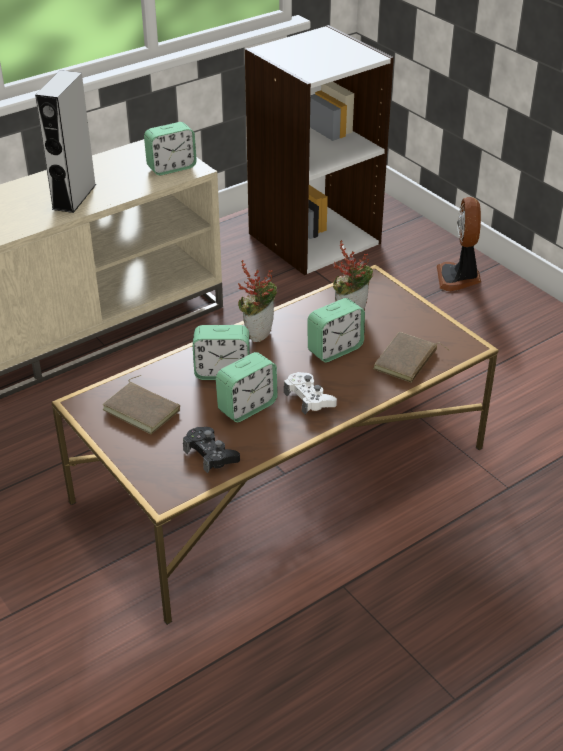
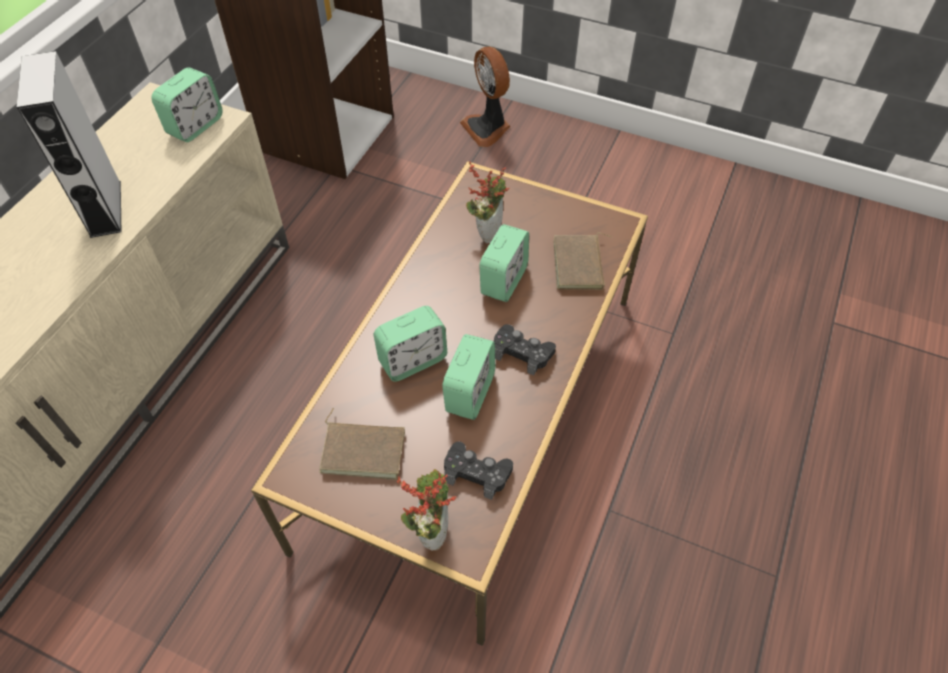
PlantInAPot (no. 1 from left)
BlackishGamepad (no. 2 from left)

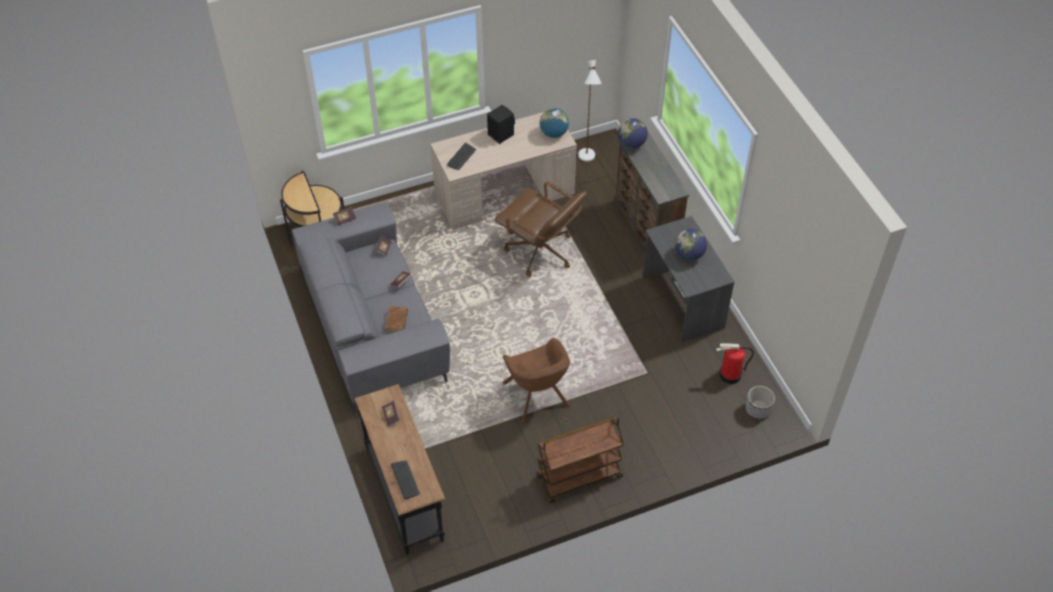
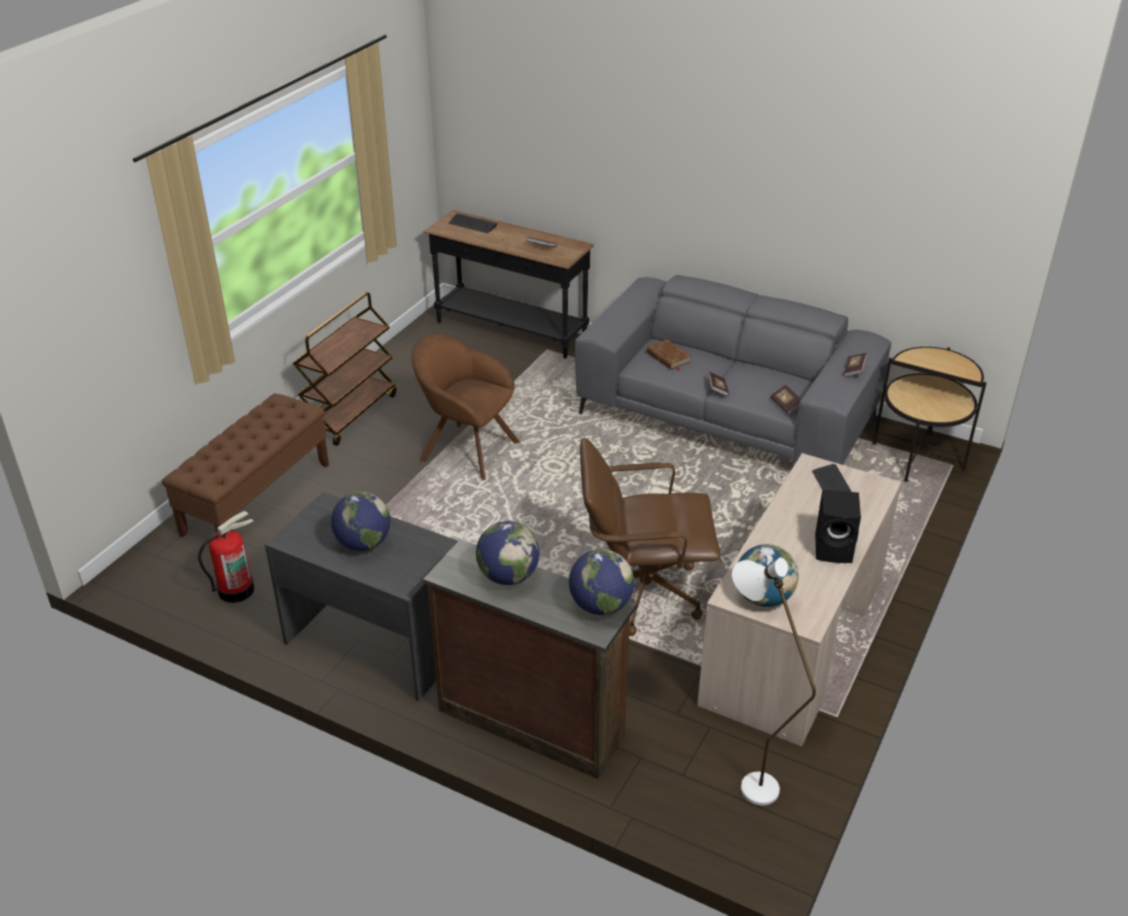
PlantPot
BrownishIndoorBench
DeskGlobe (no. 2 from left)

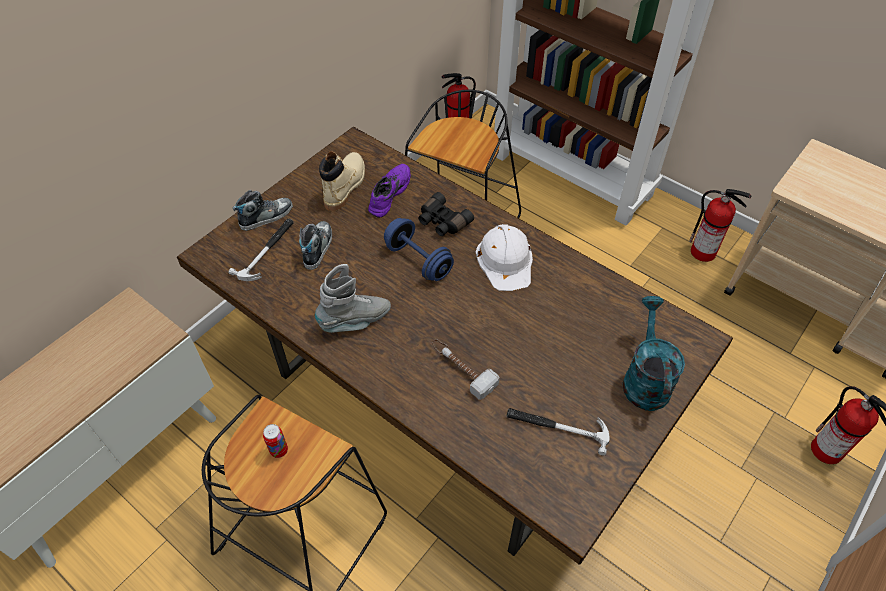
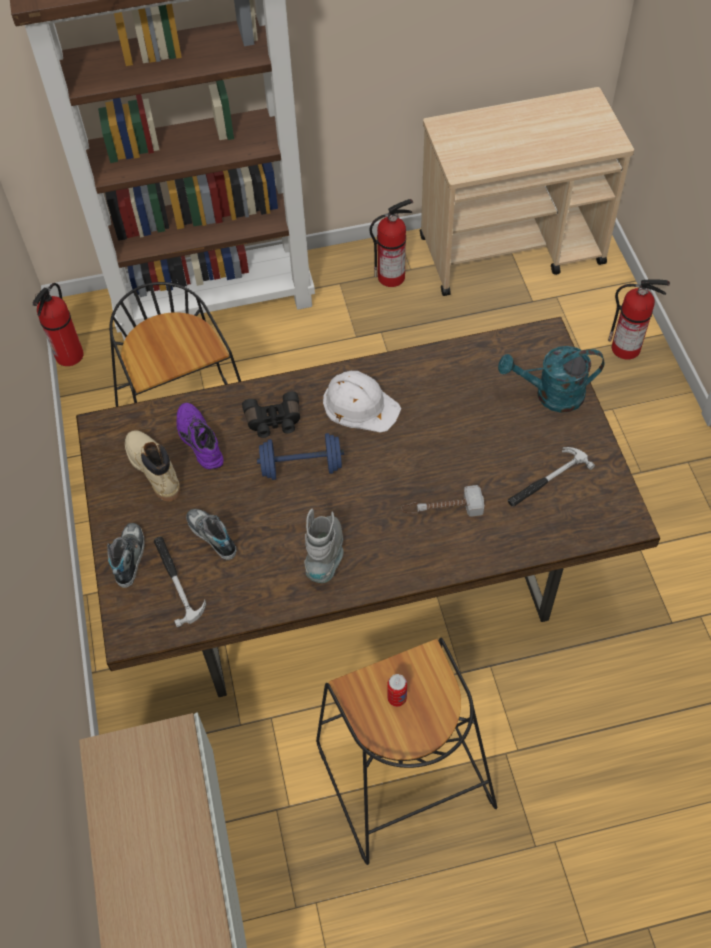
TurquoiseColouredWateringPot

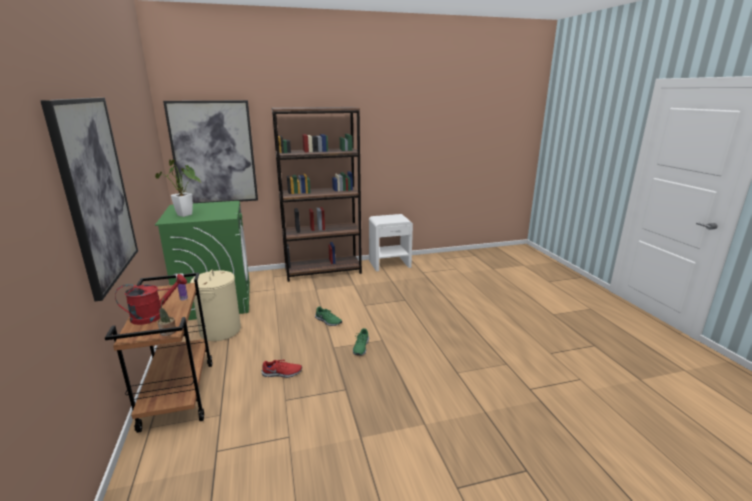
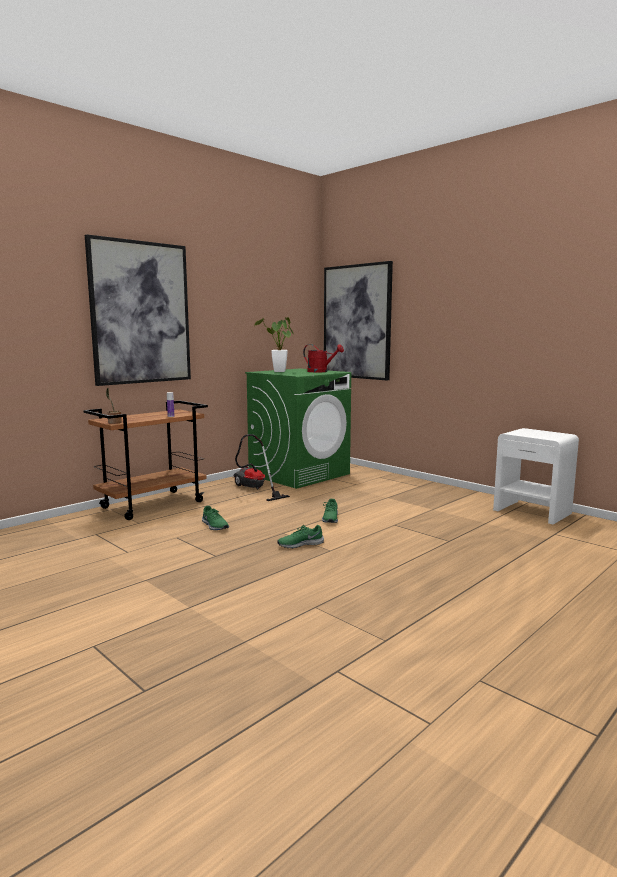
BrownishBookshelf
Hoover
RedWateringPot
GreenItemOfFootwear (no. 1 from left)

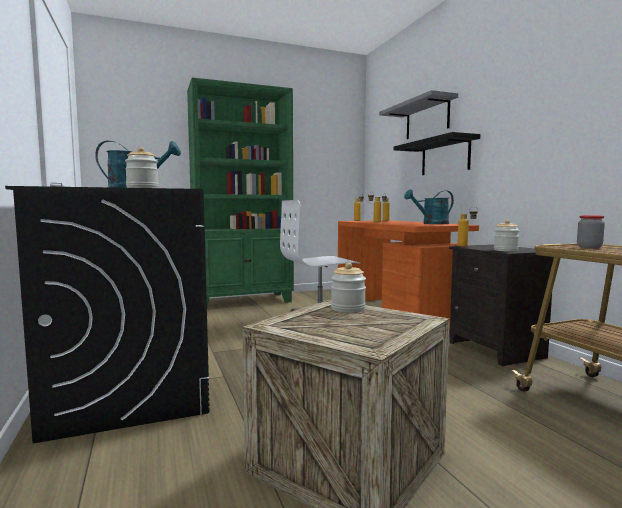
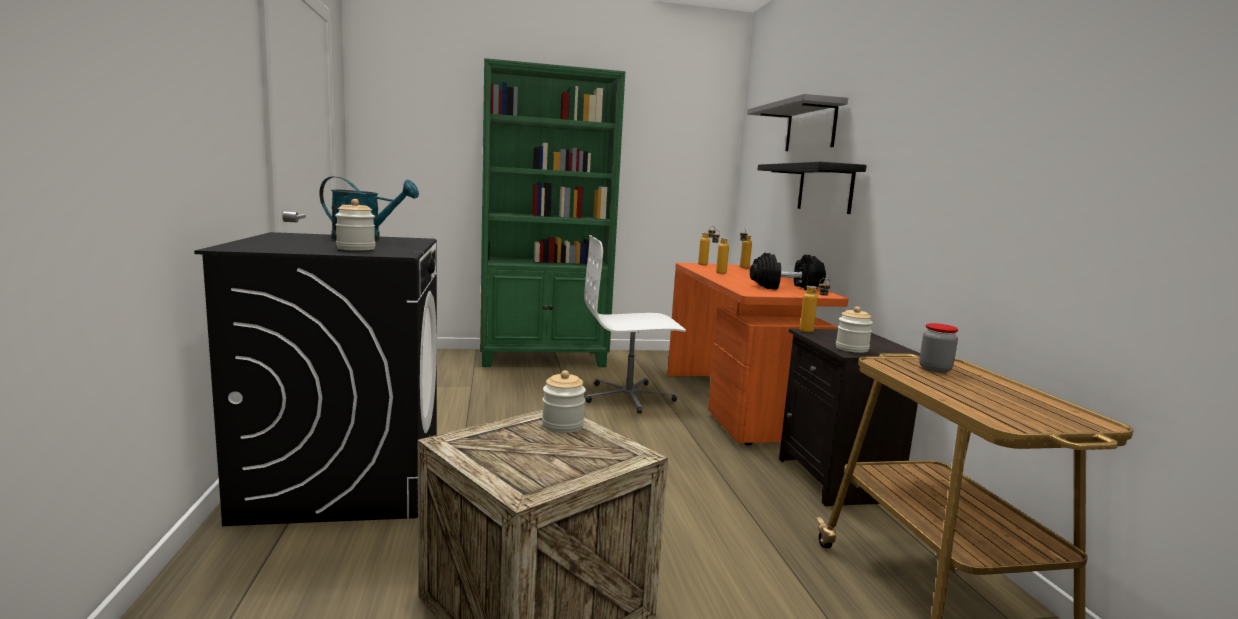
BlackishHandWeight

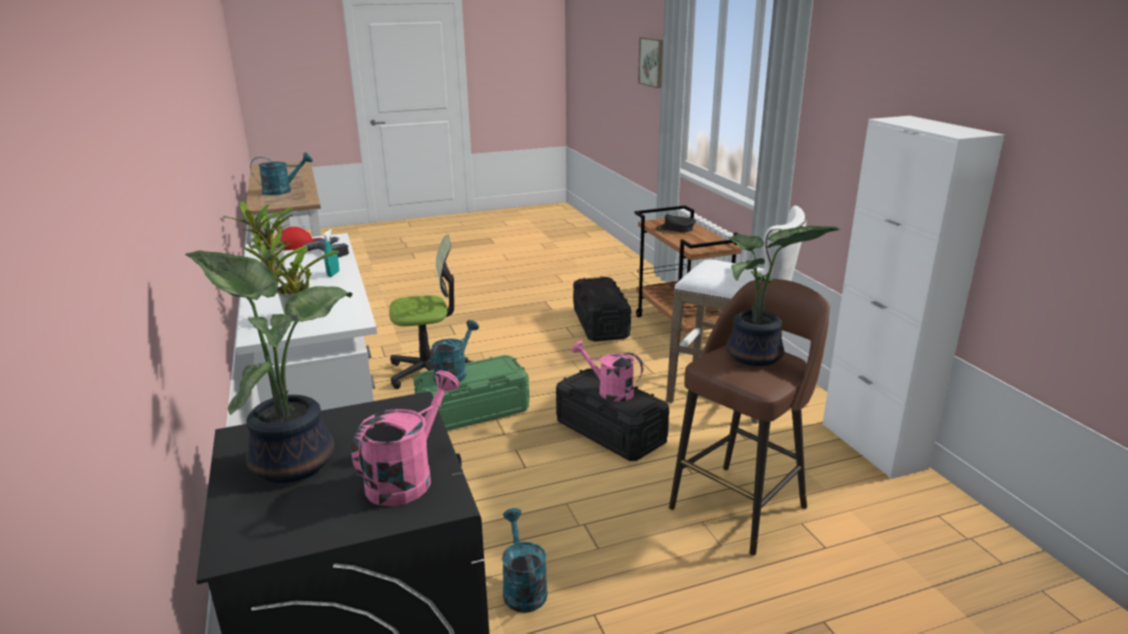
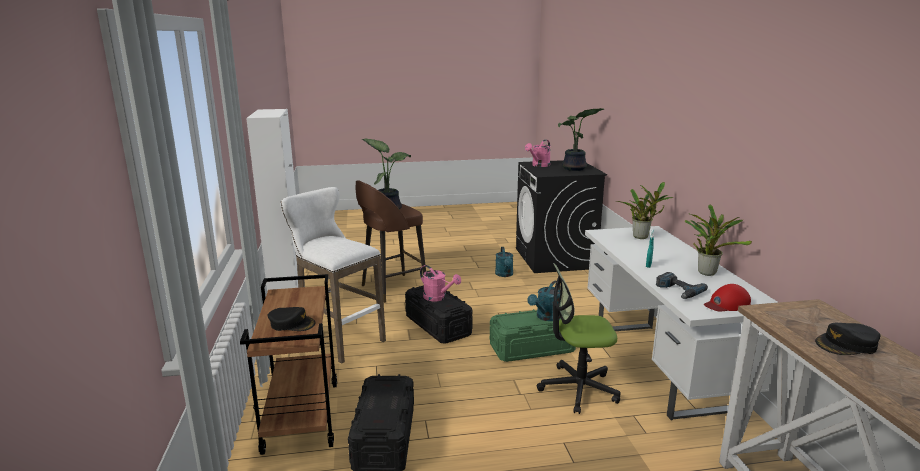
WallArt
BlackishCap (no. 2 from left)

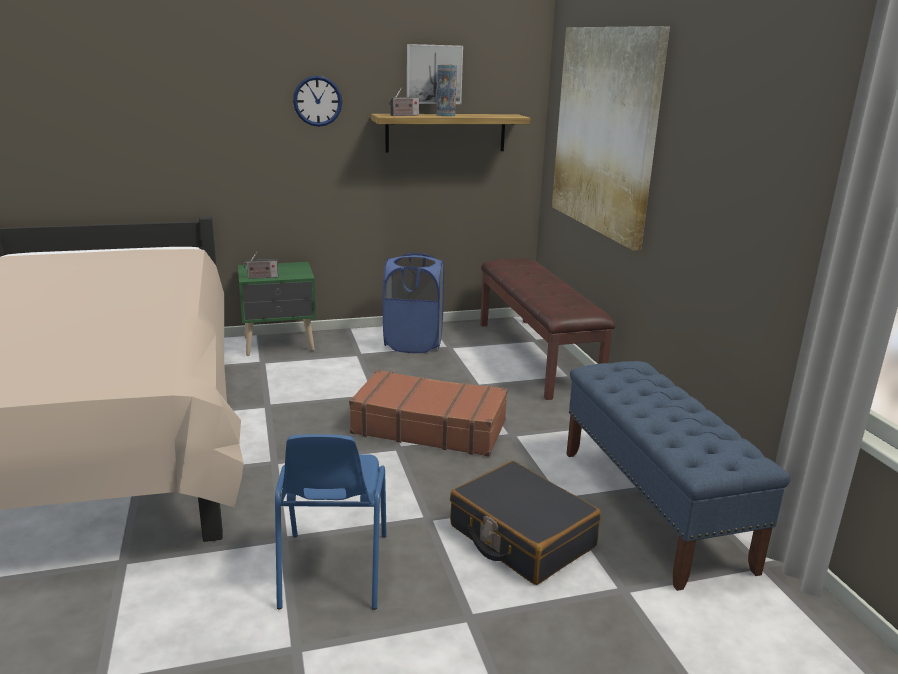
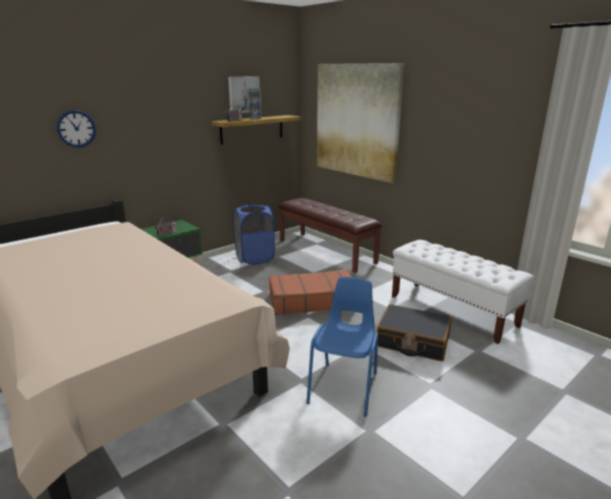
HangingClock
WhiteIndoorBench
BluishChair

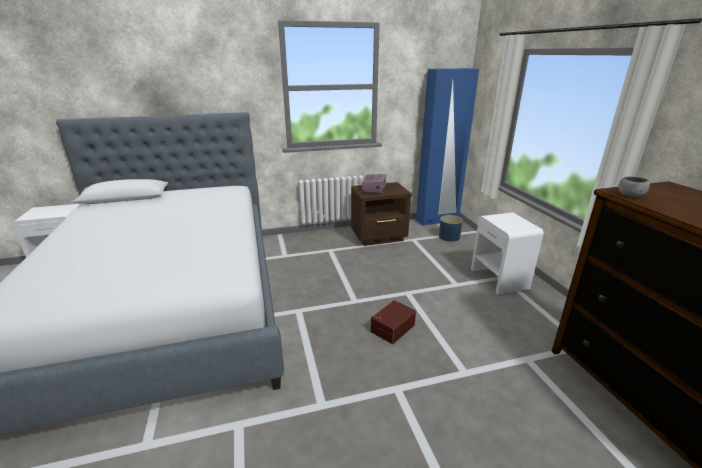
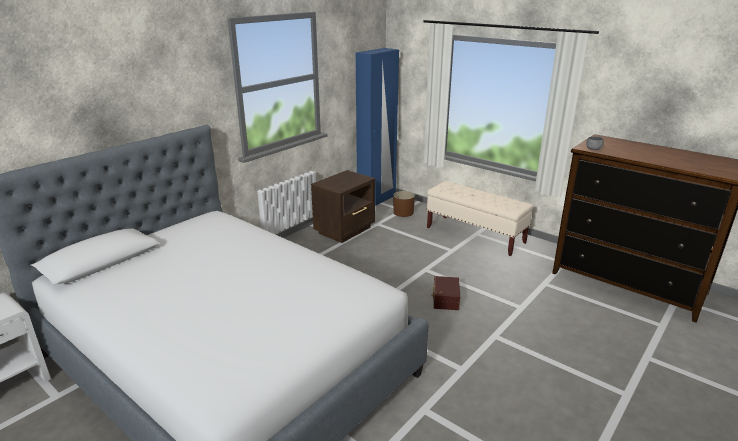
Radio
BeigeColouredIndoorBench
BrownishPlantPot

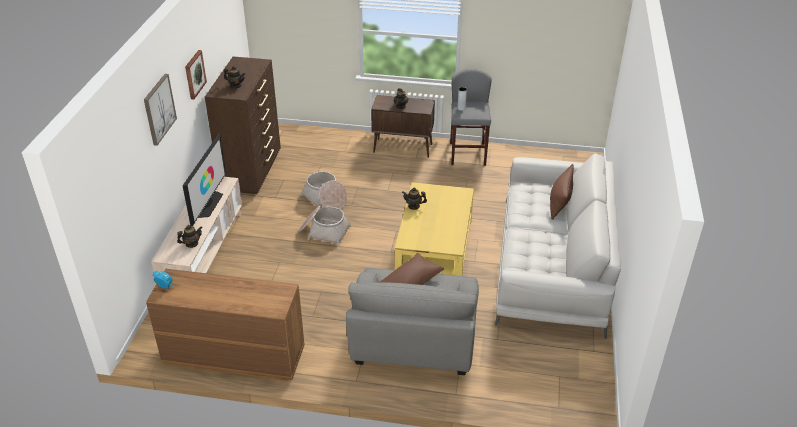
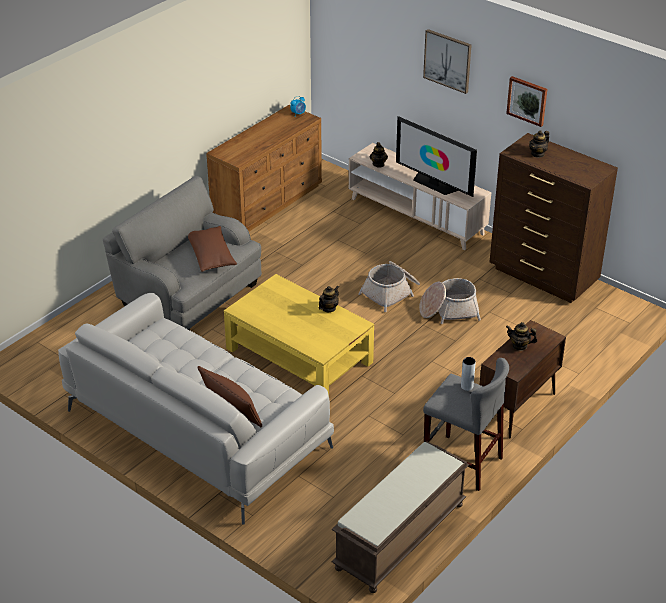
BrownishIndoorBench

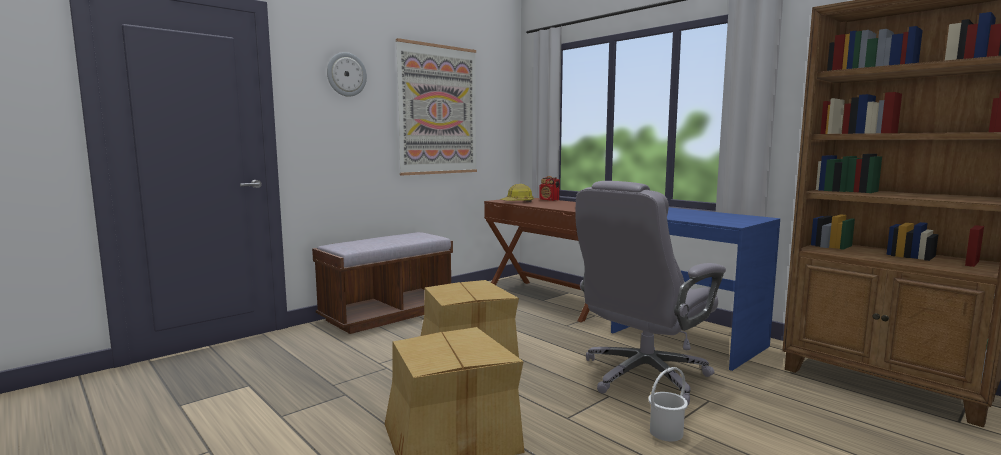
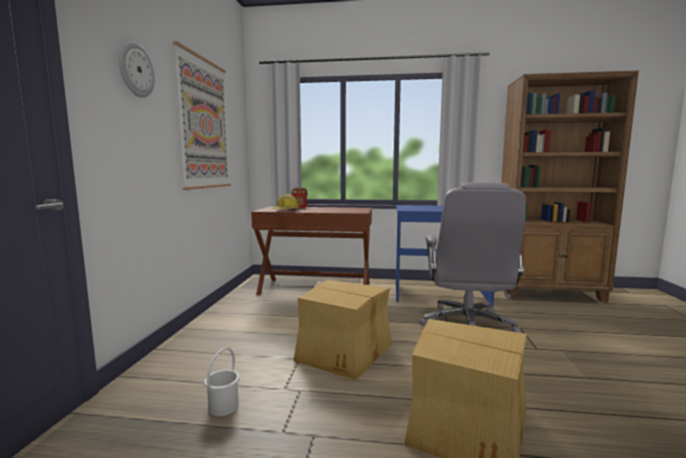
BrownishIndoorBench
WhiteWaterBucket

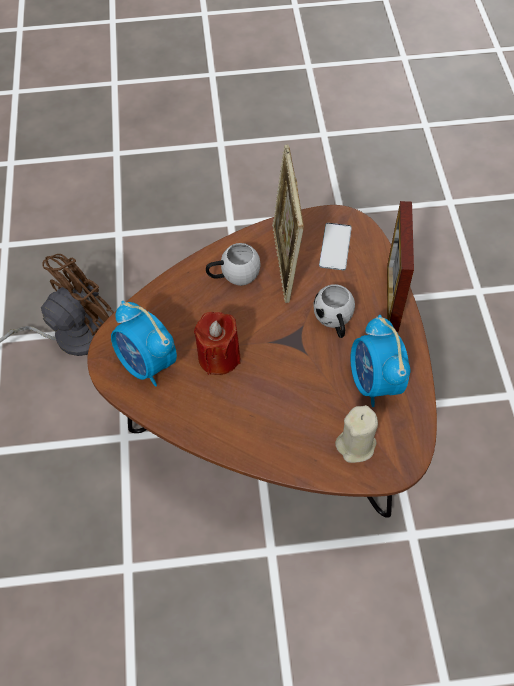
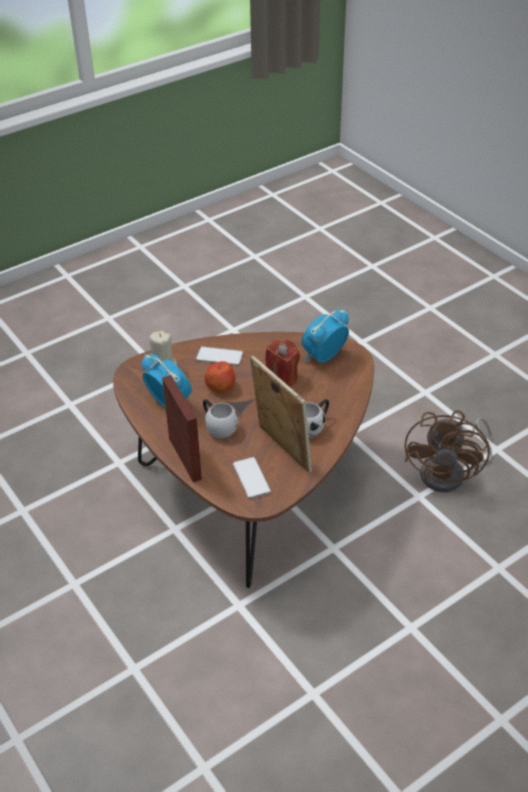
BedsideClock (no. 2 from left)
Handset (no. 1 from left)
WholeApple

